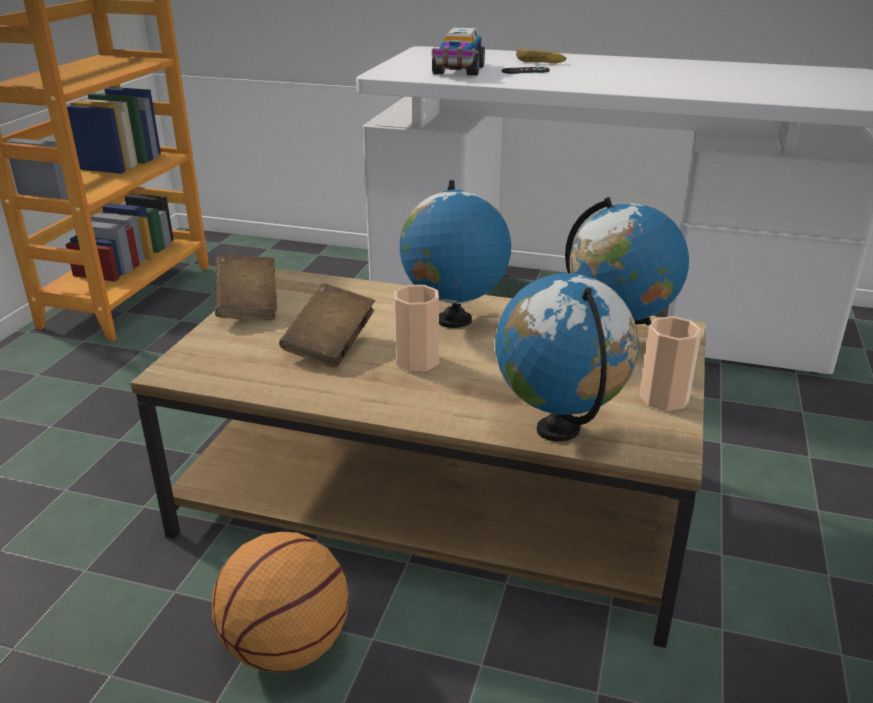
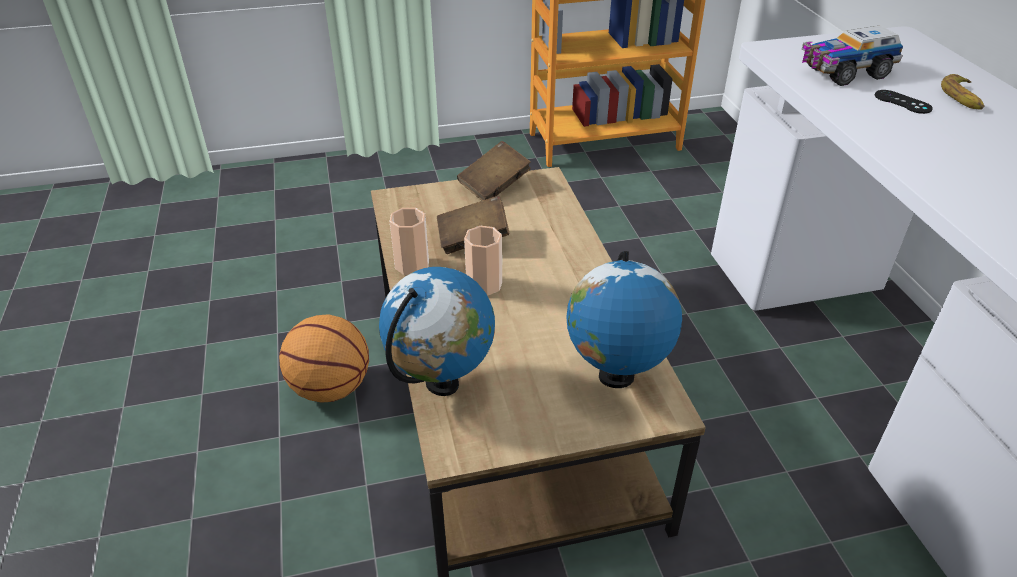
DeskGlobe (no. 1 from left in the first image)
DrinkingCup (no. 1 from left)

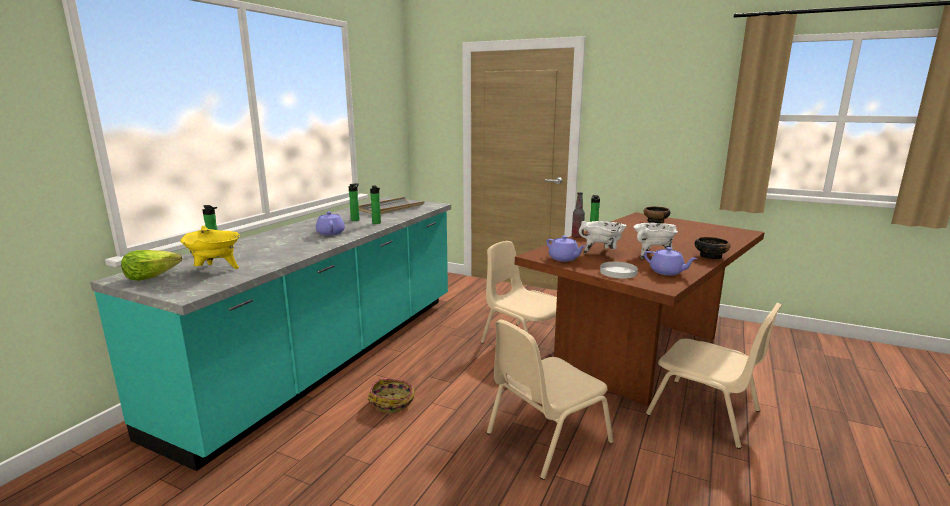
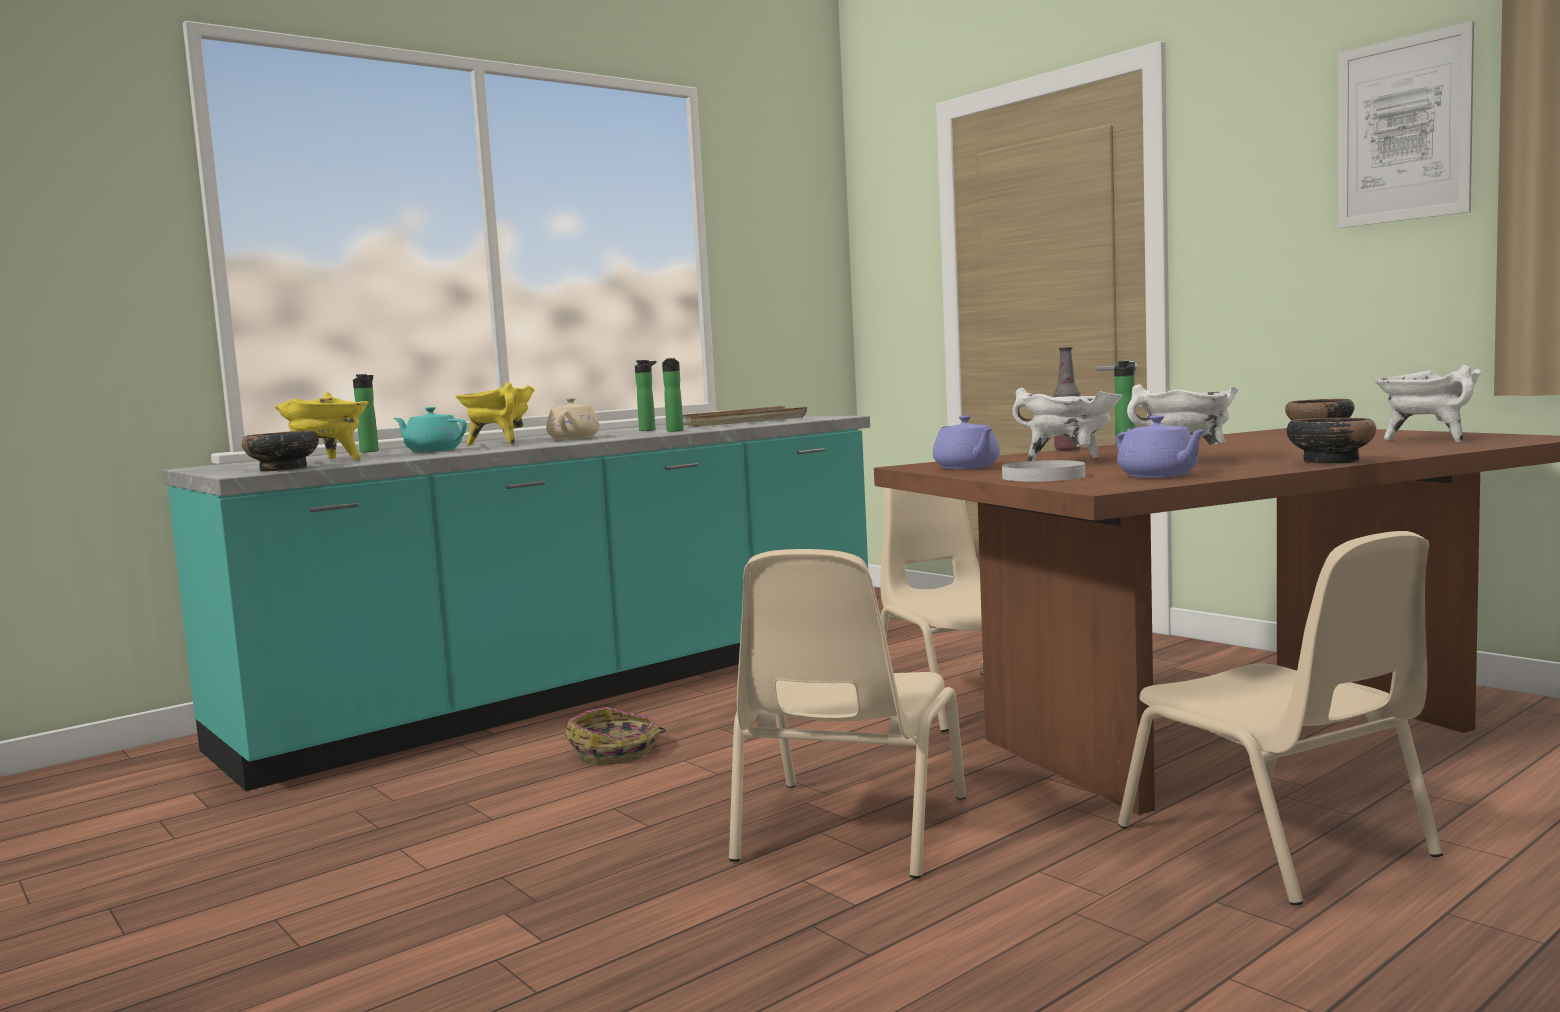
BeigeColouredPotForTea
LettuceHead
BeigeColouredChair (no. 1 from left)
WallArt
WhiteStockpot (no. 3 from left)
YellowStockpot (no. 2 from left)
TurquoiseColouredPotForTea
DeepDish (no. 1 from left)

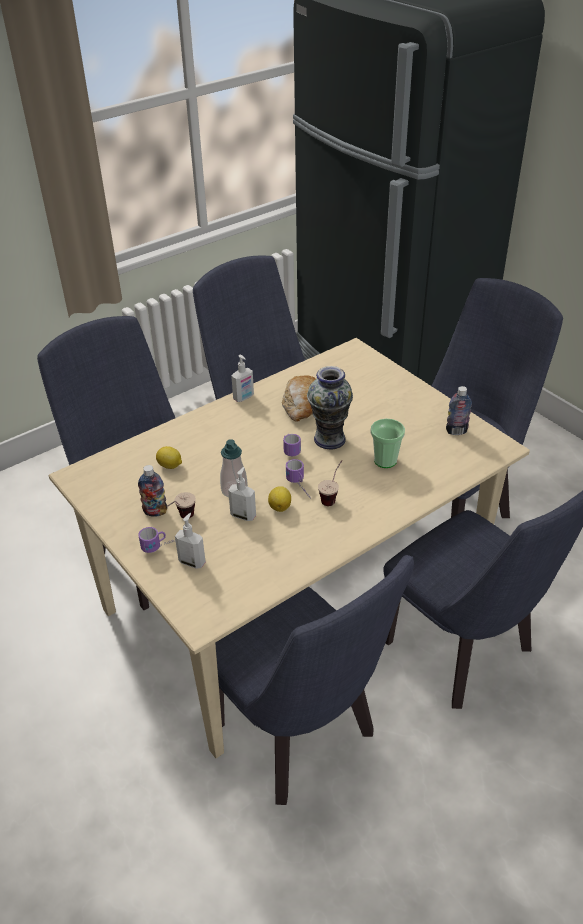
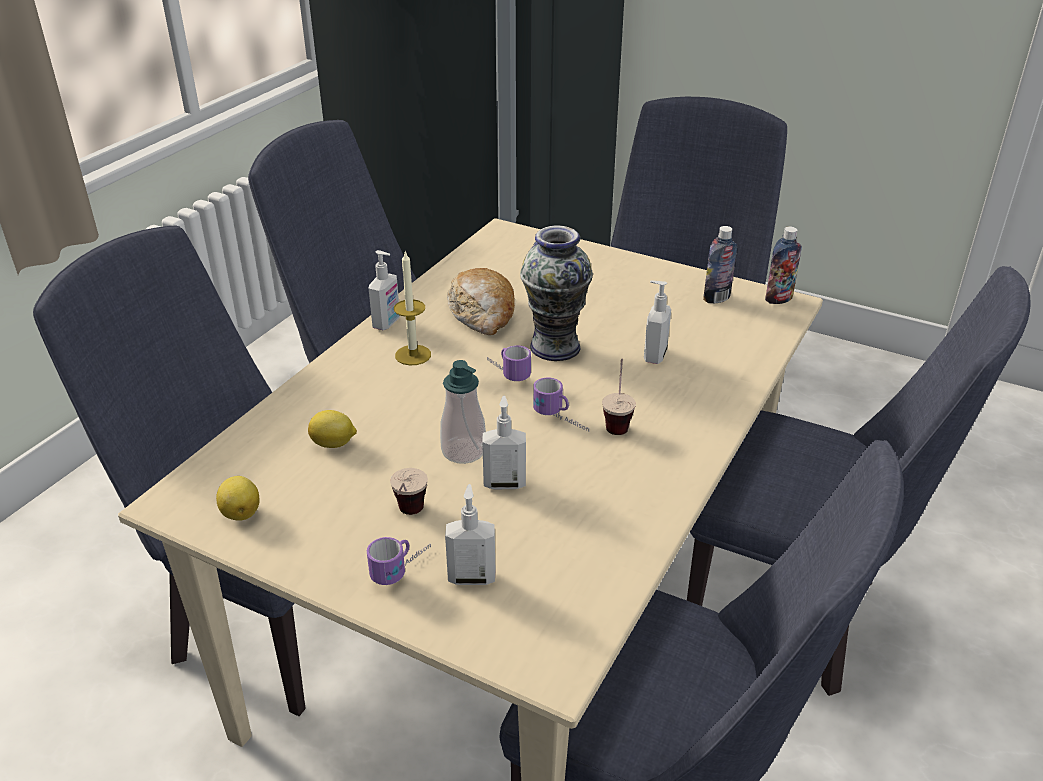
LiquidSoapBottle (no. 5 from left)
BeverageBottle (no. 2 from left)
Lemon (no. 1 from left)
WaxCandle

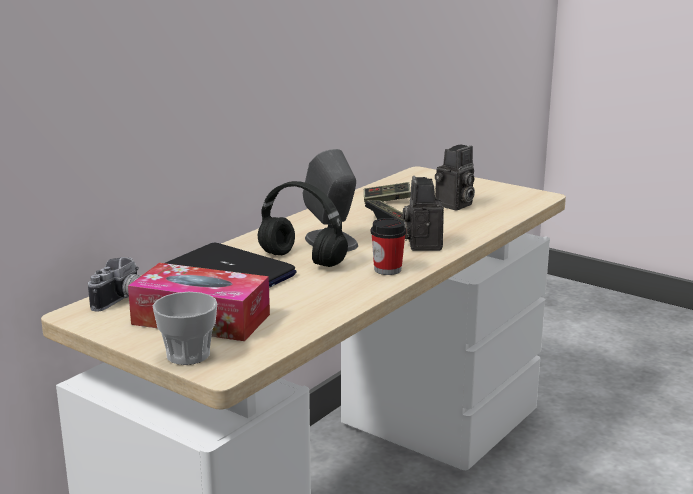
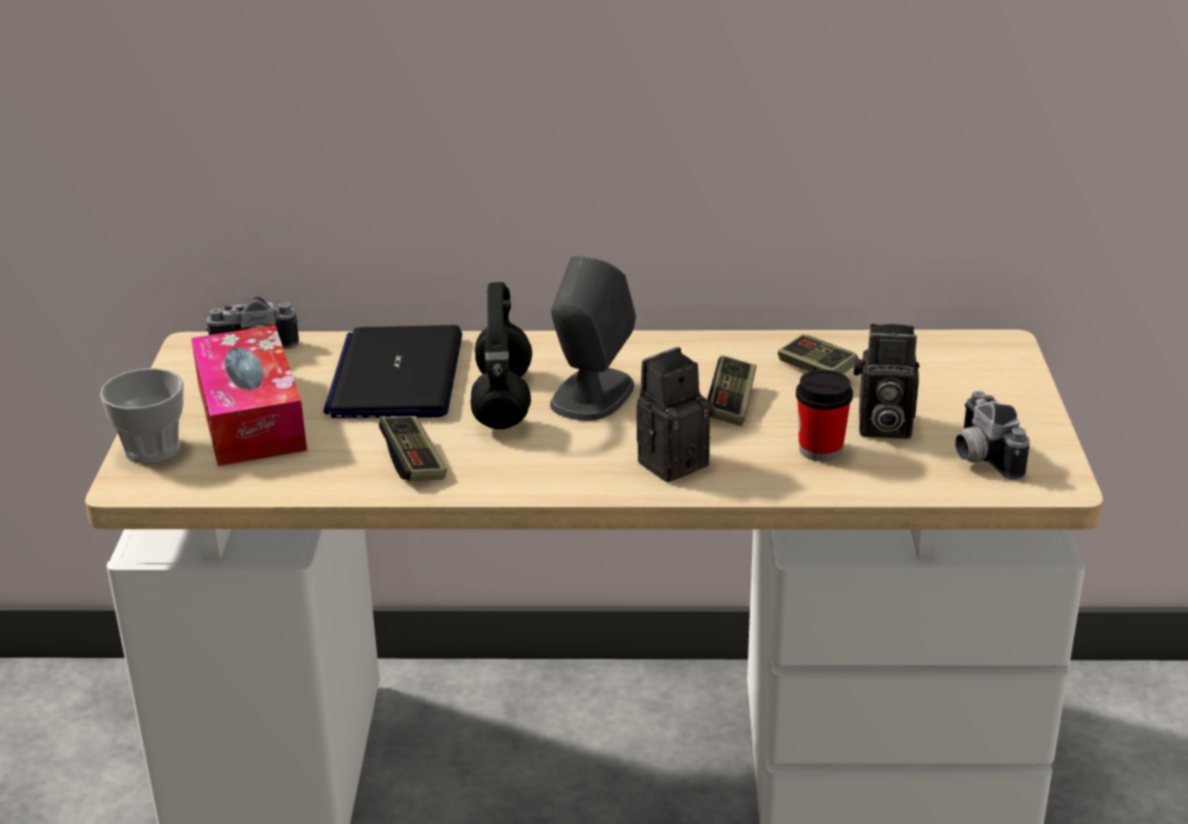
DrinkingCup (no. 2 from left)
PhotoCamera (no. 4 from left)
Gamepad (no. 1 from left)

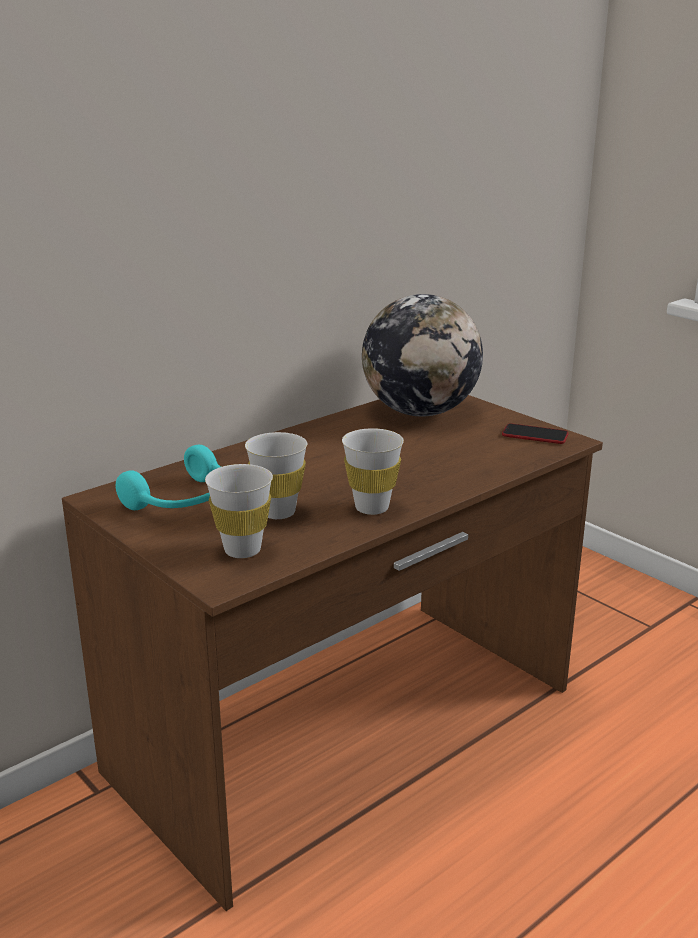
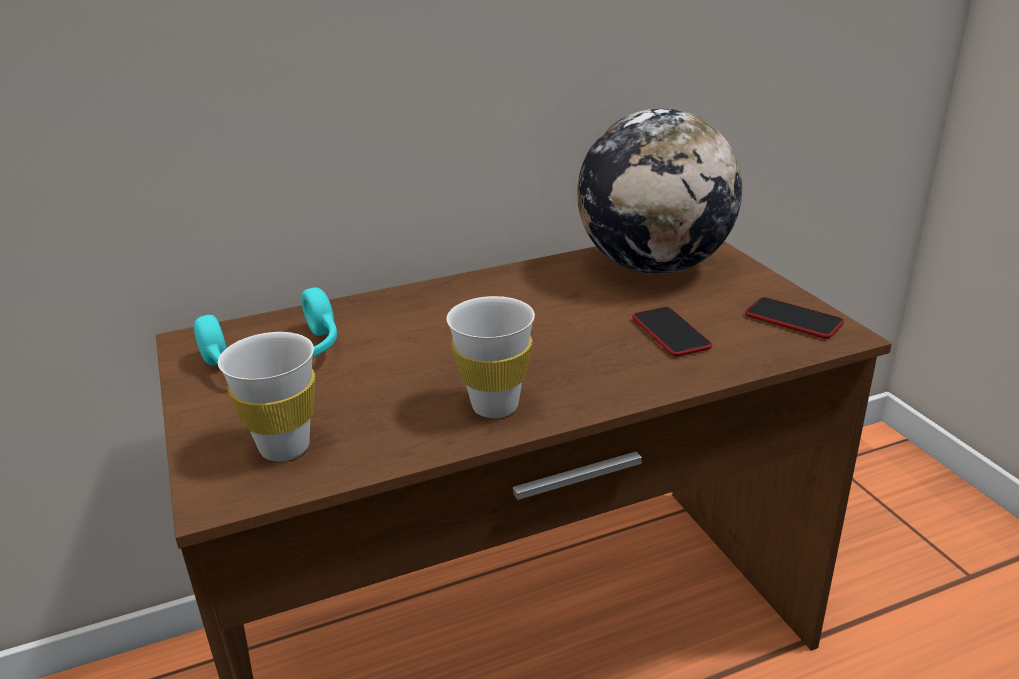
WhiteDrinkingCup (no. 2 from left in the first image)
Handset (no. 1 from left)

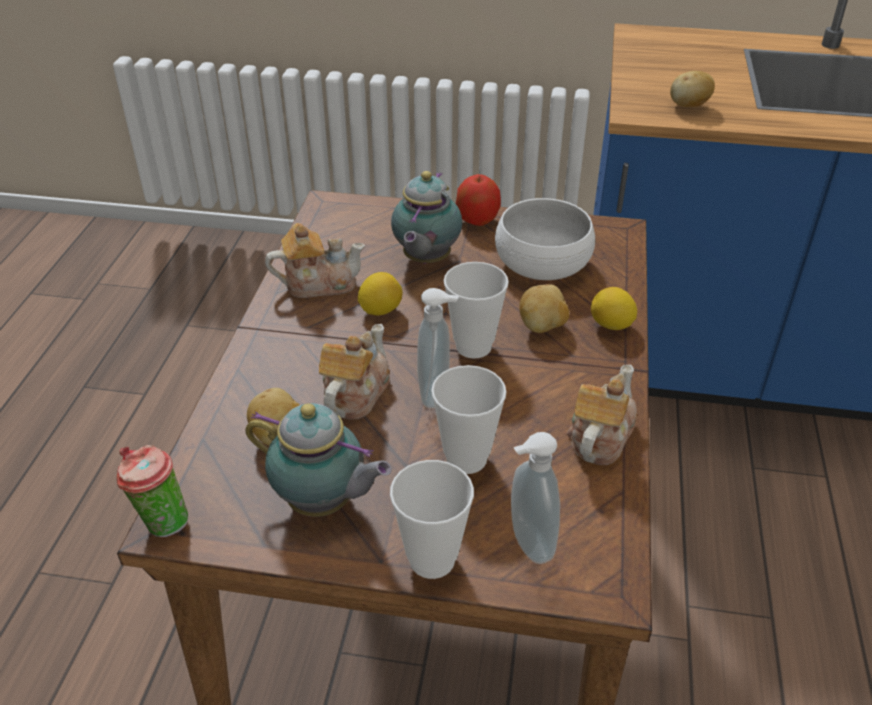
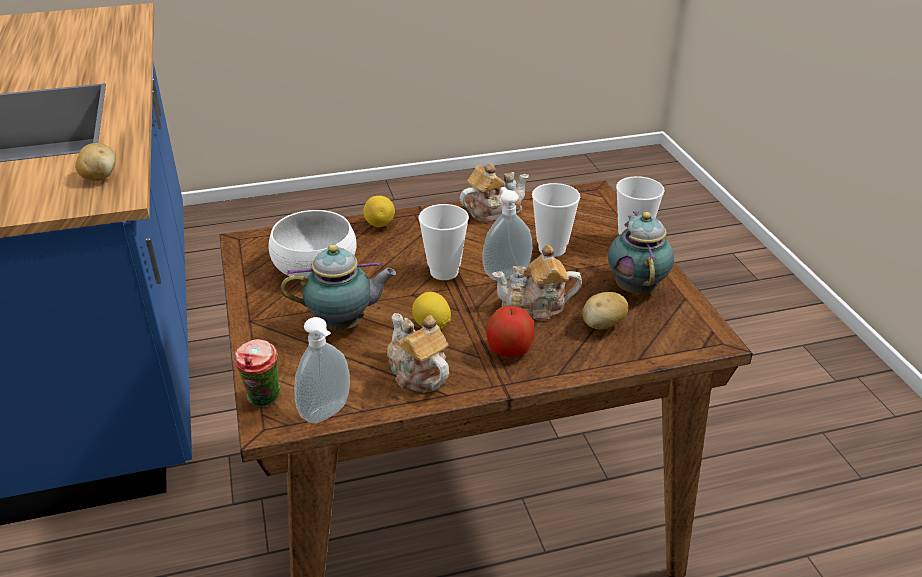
WholeApple
Spud (no. 2 from left in the first image)
PotForTea (no. 3 from left)
LiquidSoapBottle (no. 1 from left)
DrinkingCup (no. 1 from left)

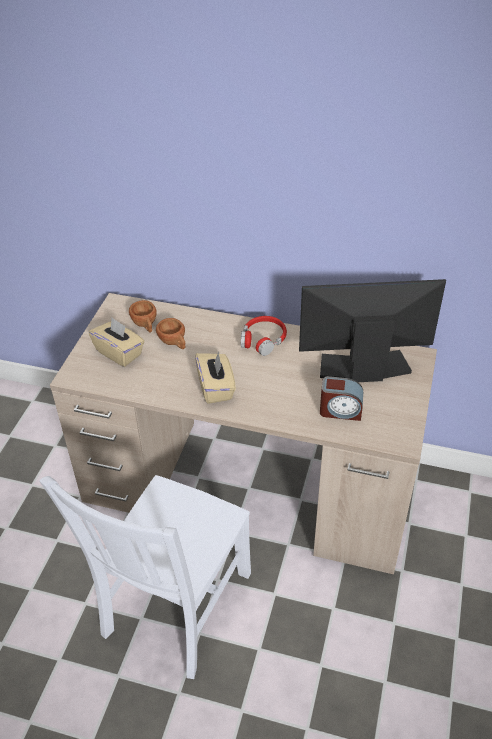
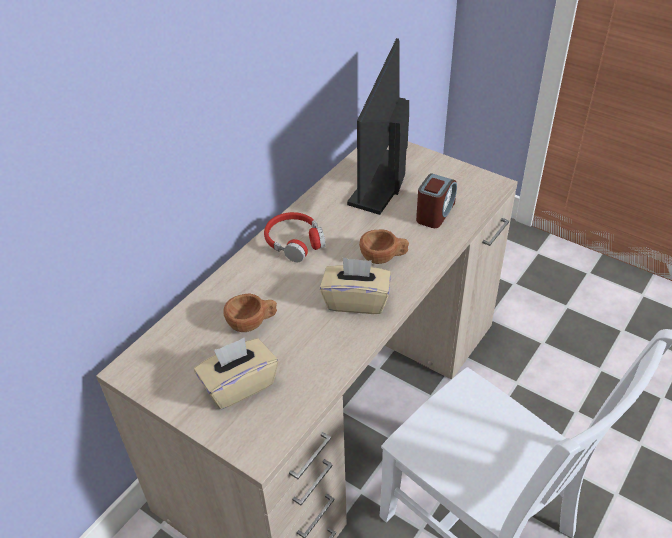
BrownishDrinkingCup (no. 2 from left)

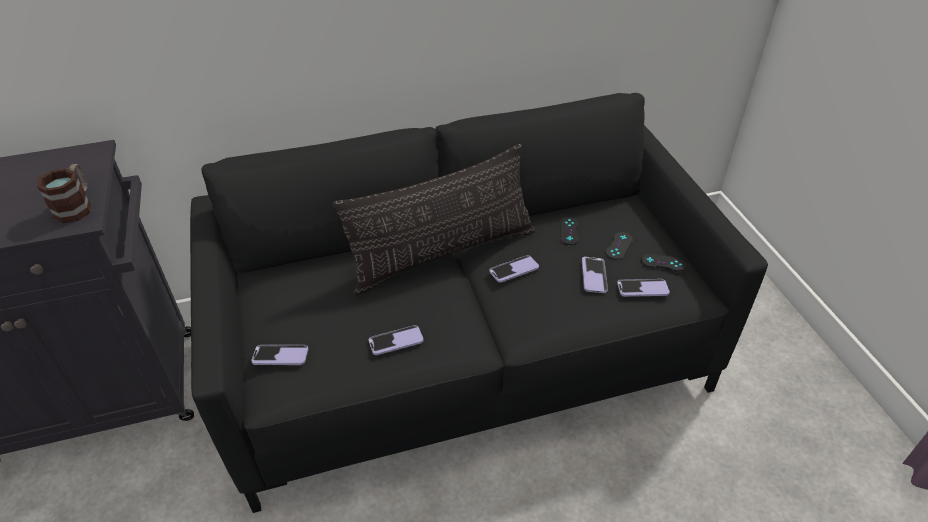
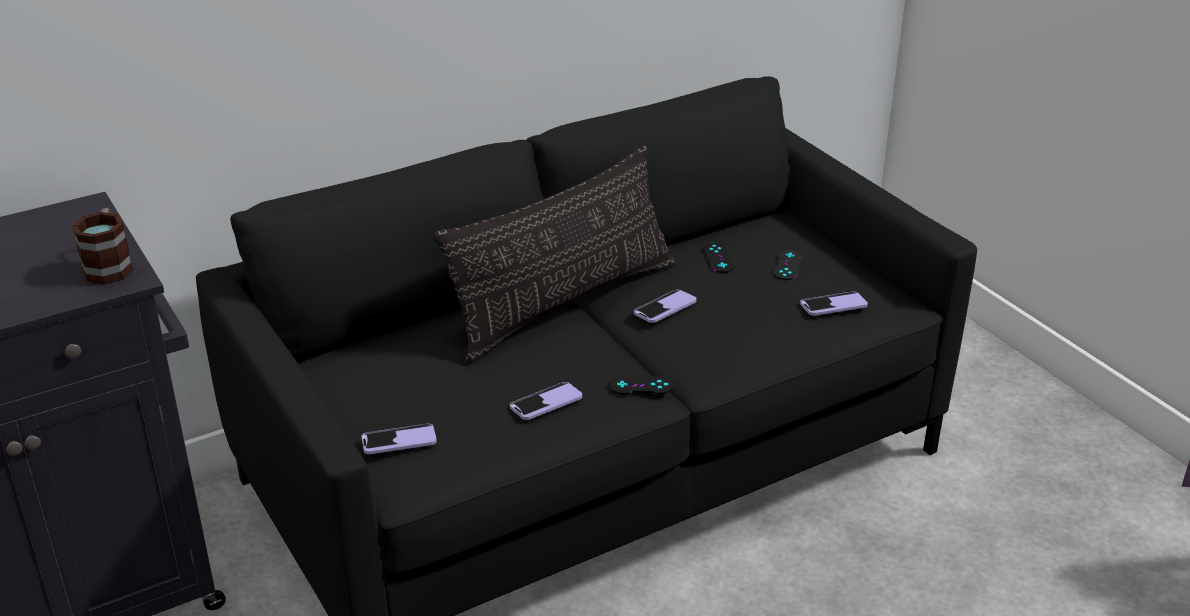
BlackishGamepad (no. 1 from left)
Handset (no. 4 from left in the first image)

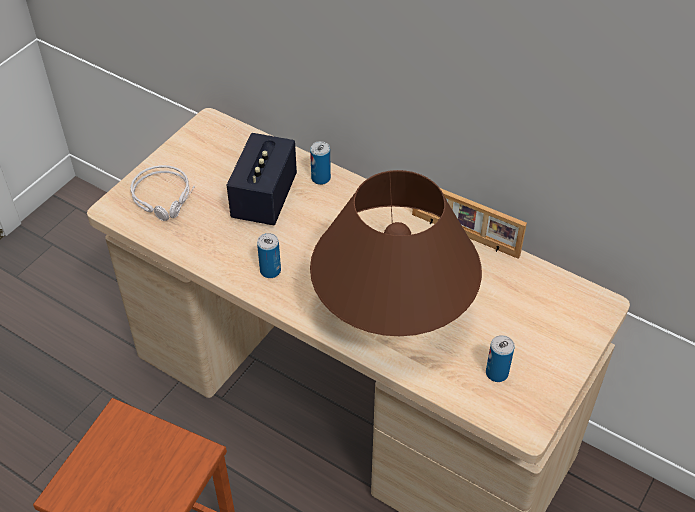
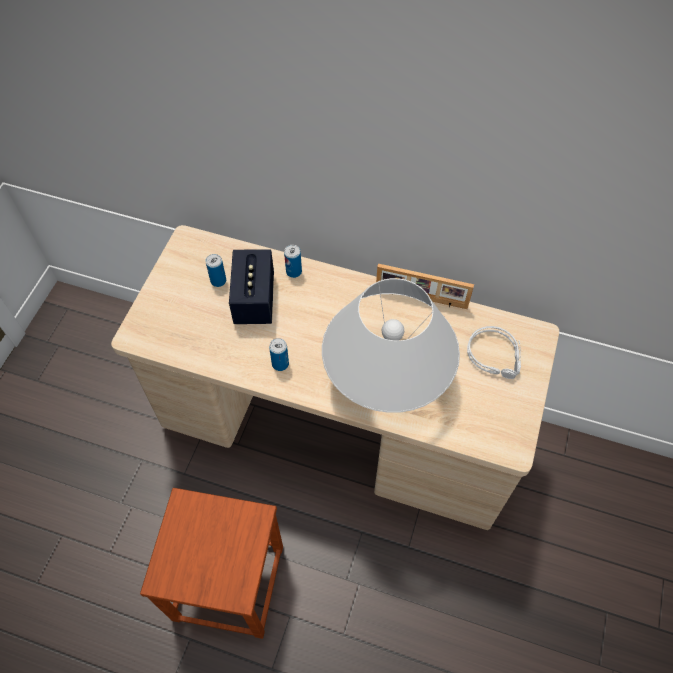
GreyishHeadphones
WhiteTableLamp
SealedCan (no. 1 from left)

